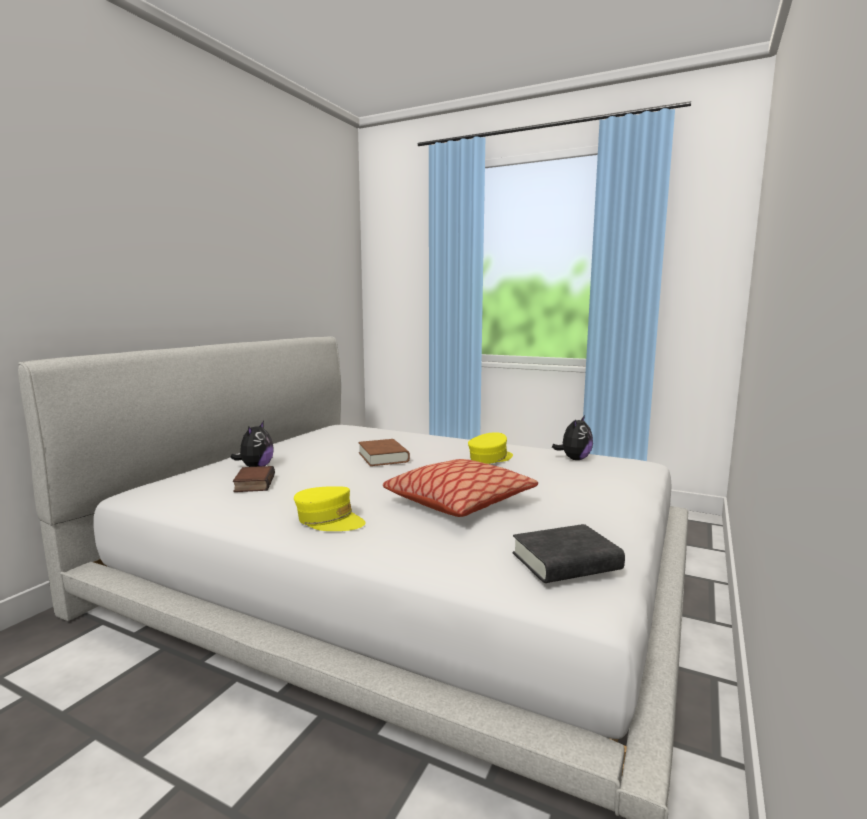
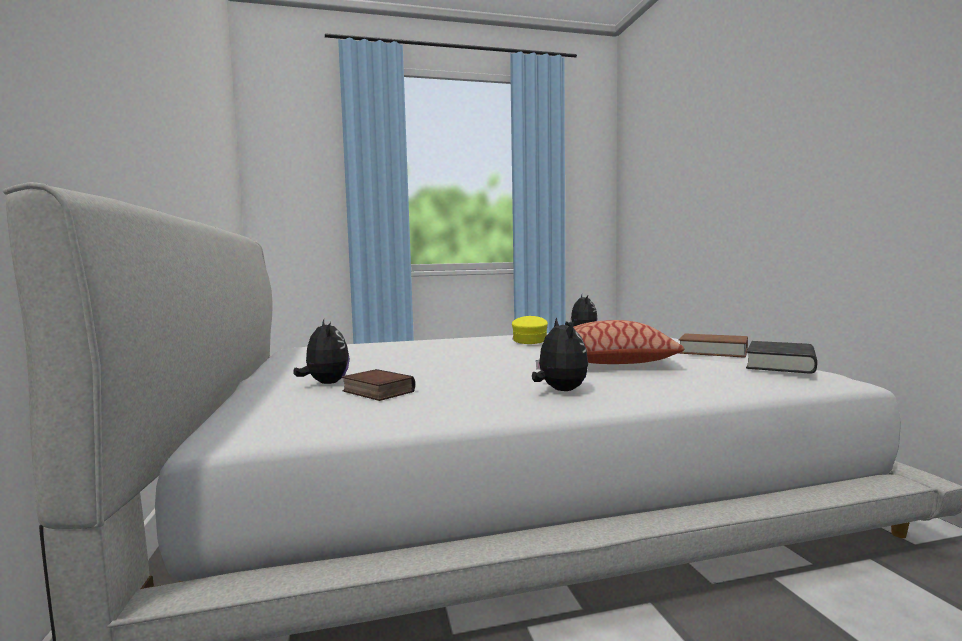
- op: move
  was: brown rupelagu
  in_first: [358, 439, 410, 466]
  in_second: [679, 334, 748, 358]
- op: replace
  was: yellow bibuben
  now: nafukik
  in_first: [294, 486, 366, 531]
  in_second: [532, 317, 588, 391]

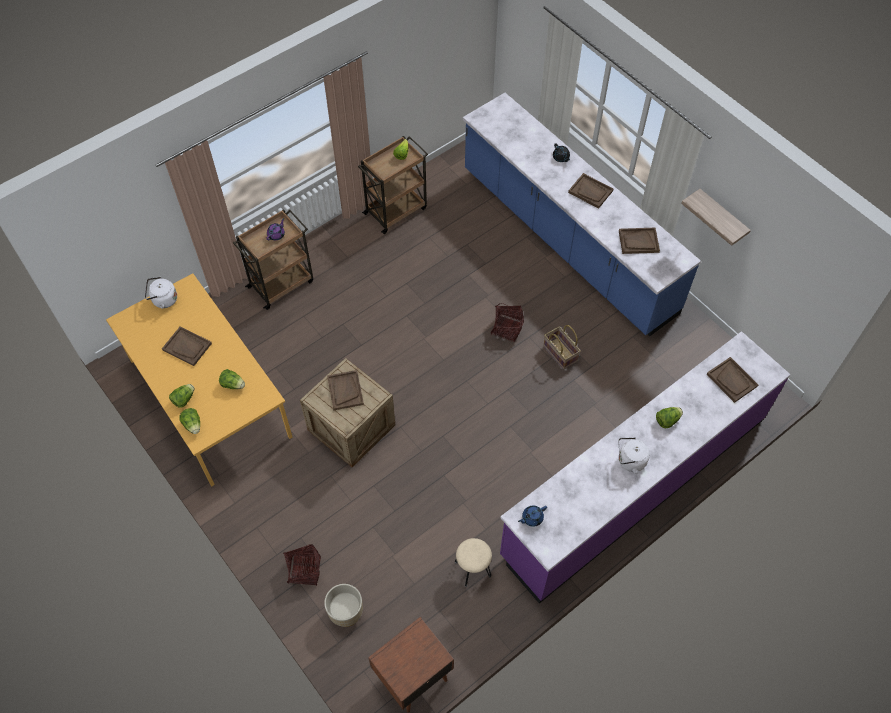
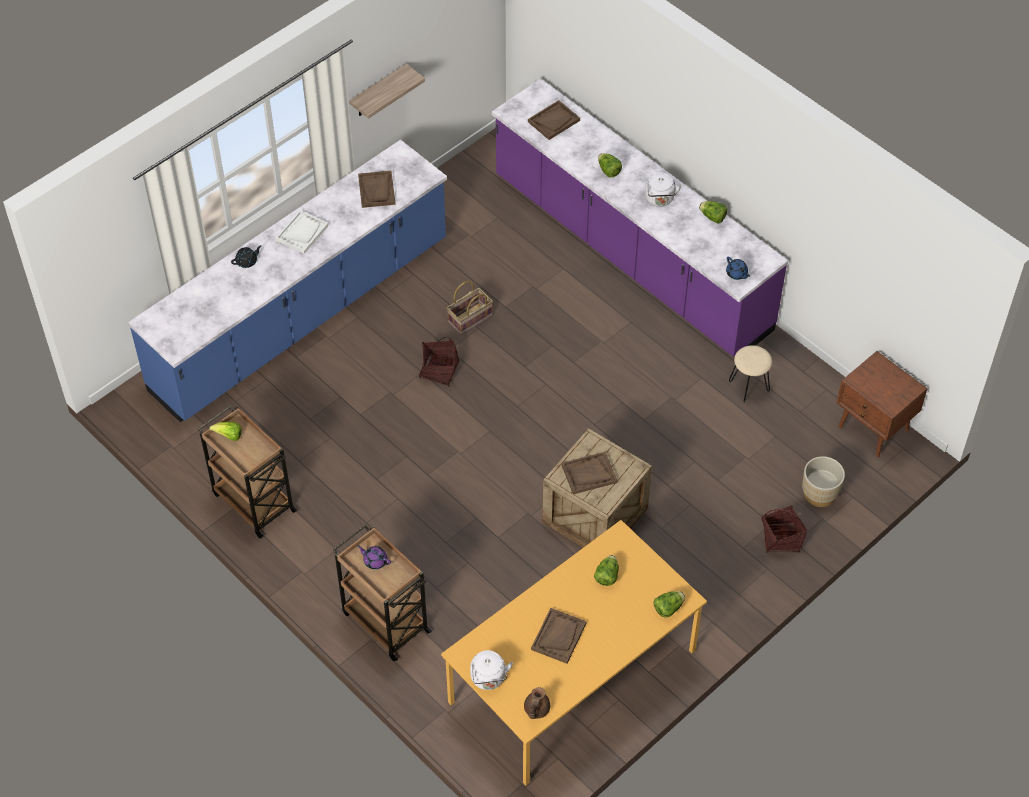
- op: insert
  now: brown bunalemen
  in_second: [524, 687, 550, 719]
- op: move
  was: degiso
  in_first: [169, 384, 194, 408]
  in_second: [699, 201, 727, 224]
- op: recolor
  was: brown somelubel
  now: white somelubel
  in_first: [568, 173, 613, 209]
  in_second: [276, 210, 329, 254]

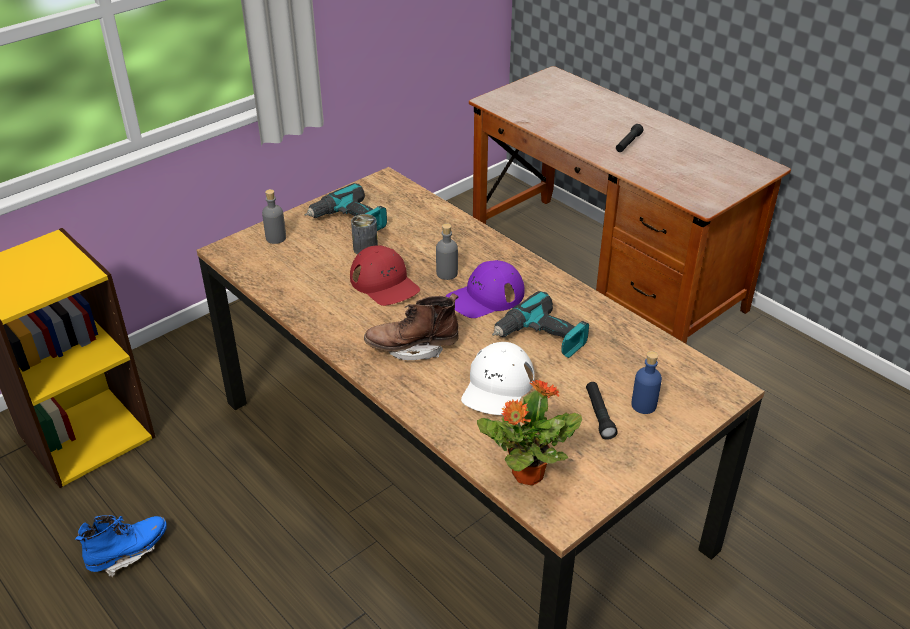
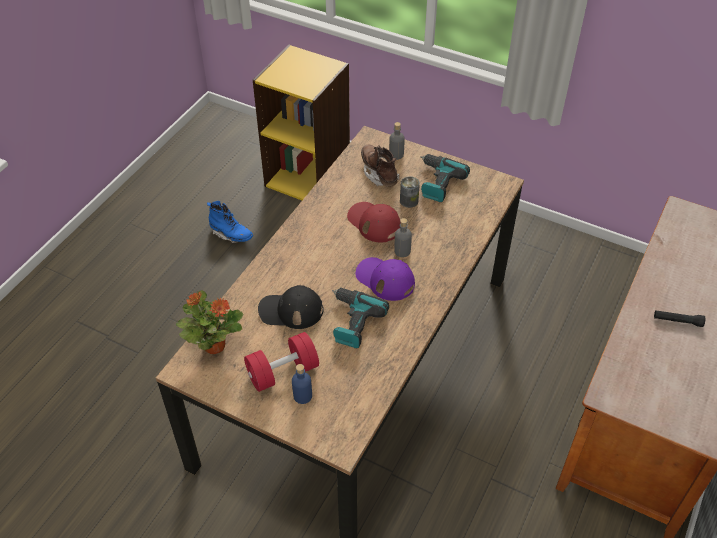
- op: move
  was: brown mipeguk
  in_first: [364, 293, 459, 360]
  in_second: [361, 145, 400, 187]
- op: replace
  was: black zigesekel
  now: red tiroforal
  in_first: [586, 382, 618, 440]
  in_second: [244, 332, 319, 392]
- op: recolor
  was: white bibuben
  now: black bibuben
  in_first: [461, 342, 535, 415]
  in_second: [258, 285, 324, 329]
- op: rotate
  was: red bibuben
  in_first: [350, 245, 420, 306]
  in_second: [347, 202, 400, 242]
  clockwise: 105

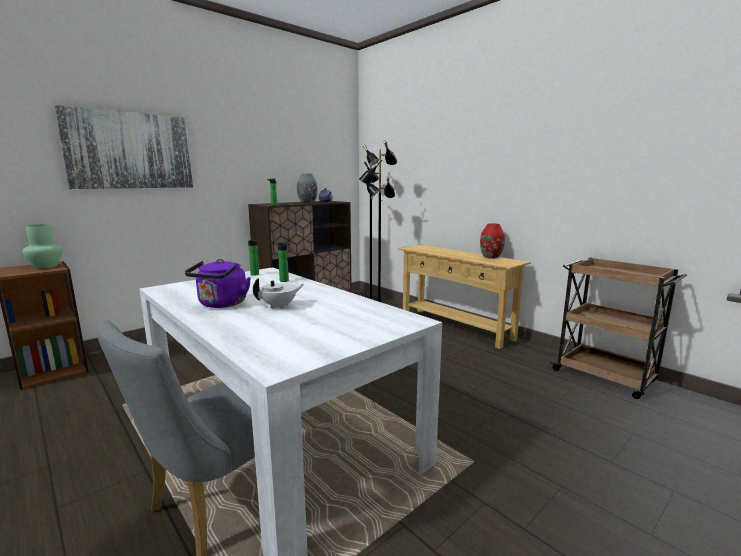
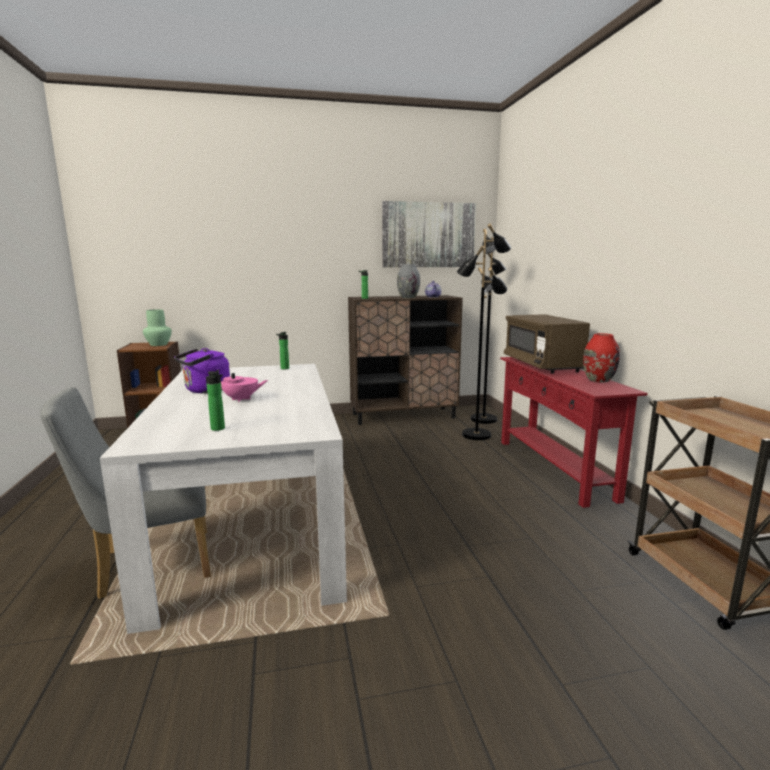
- op: insert
  now: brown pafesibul
  in_second: [504, 314, 590, 374]
- op: move
  was: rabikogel
  in_first: [54, 105, 193, 189]
  in_second: [382, 201, 476, 267]
- op: move
  was: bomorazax
  in_first: [278, 242, 291, 282]
  in_second: [206, 371, 225, 431]
- op: recolor
  was: white bunalemen
  now: pink bunalemen
  in_first: [253, 278, 304, 309]
  in_second: [216, 369, 268, 402]
- op: recolor
  was: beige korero
  now: red korero
  in_first: [399, 245, 531, 349]
  in_second: [500, 357, 648, 508]

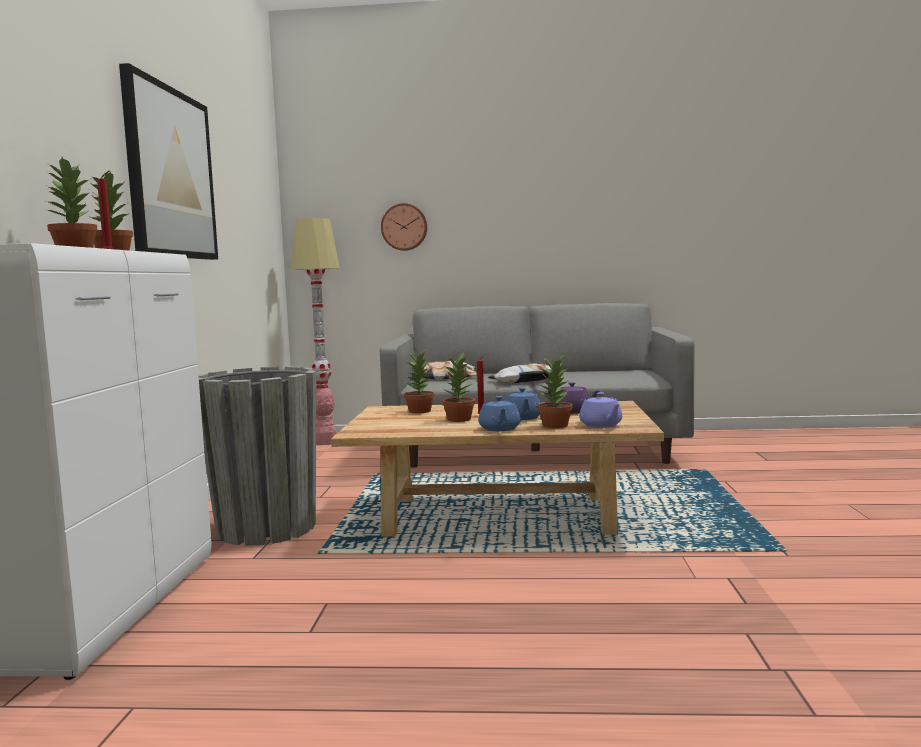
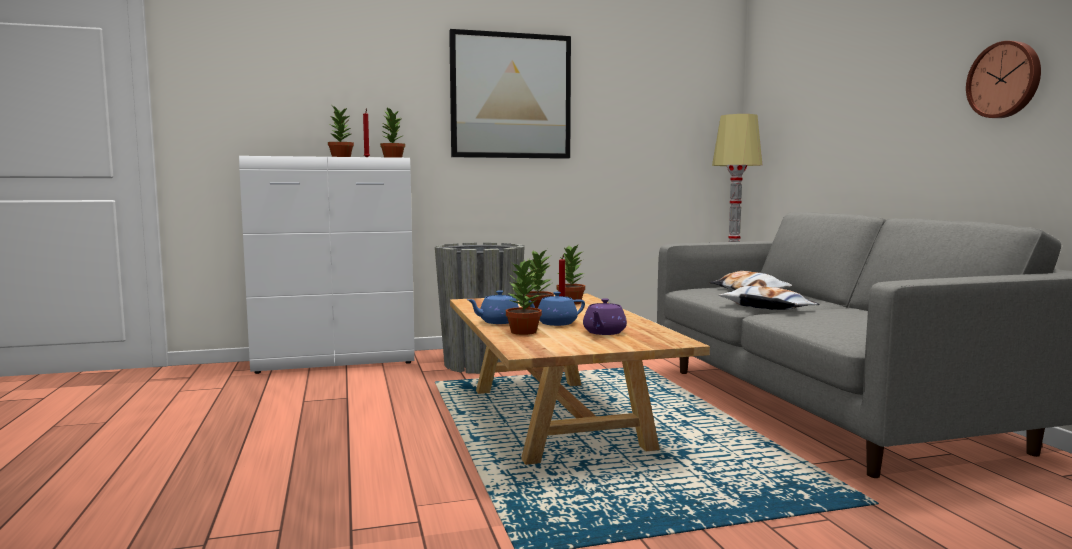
- op: delete
  was: purple bunalemen
  in_first: [579, 392, 622, 428]
- op: move
  was: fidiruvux
  in_first: [381, 203, 427, 251]
  in_second: [966, 41, 1041, 118]

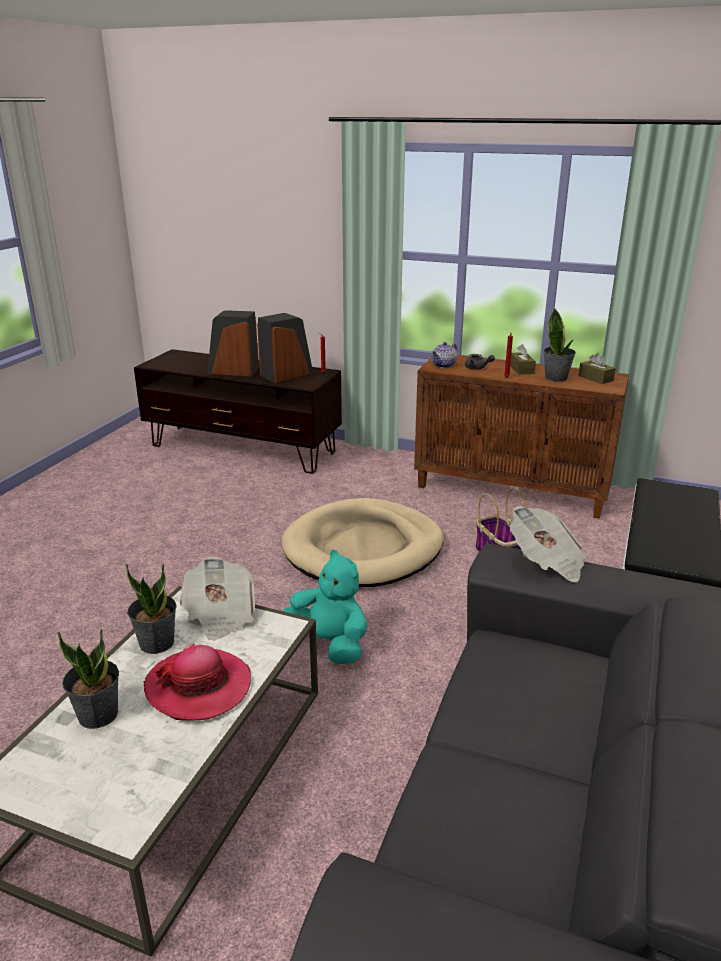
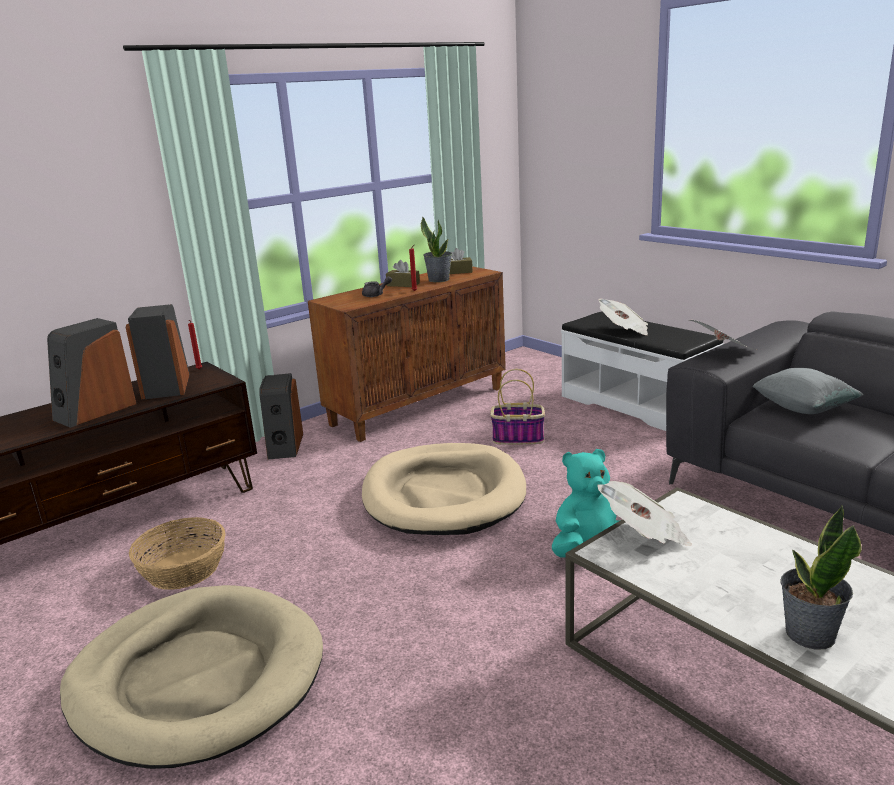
- op: delete
  was: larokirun
  in_first: [126, 563, 176, 654]
- op: delete
  was: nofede
  in_first: [144, 643, 251, 721]
- op: delete
  was: bunalemen
  in_first: [432, 342, 457, 368]
- op: insert
  now: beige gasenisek
  in_second: [60, 585, 323, 769]
- op: insert
  now: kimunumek
  in_second: [129, 517, 225, 590]
- op: insert
  now: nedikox
  in_second: [259, 373, 303, 460]
- op: insert
  now: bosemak
  in_second: [598, 299, 648, 335]
- op: insert
  now: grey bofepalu
  in_second: [753, 368, 863, 414]

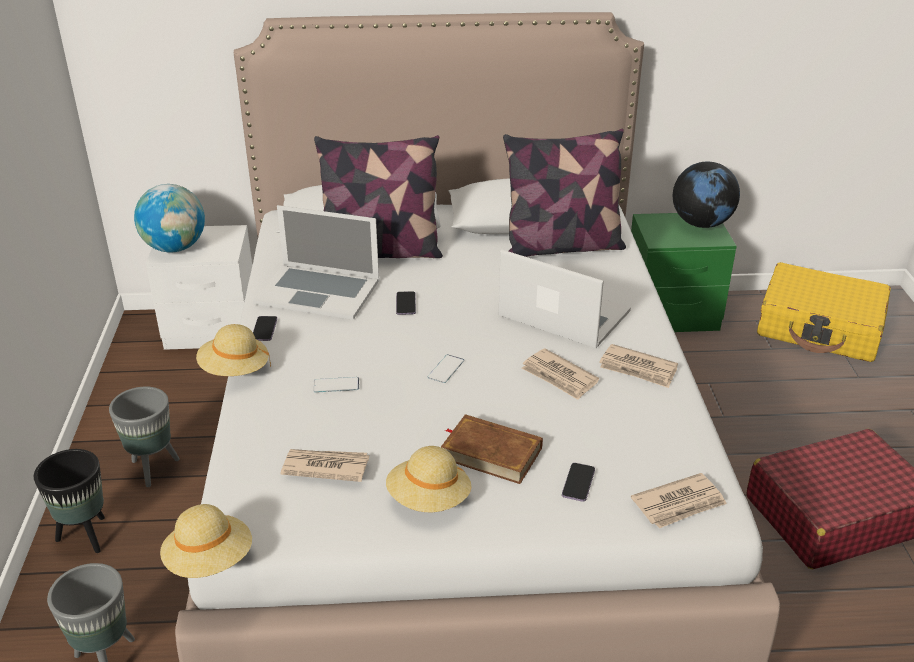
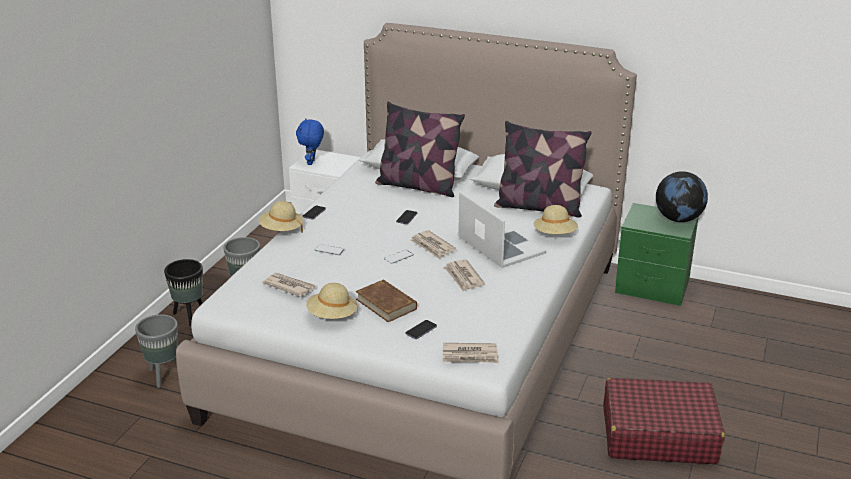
- op: delete
  was: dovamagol
  in_first: [253, 205, 379, 320]
- op: delete
  was: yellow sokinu
  in_first: [757, 262, 891, 362]
- op: move
  was: beige nofede
  in_first: [160, 504, 252, 578]
  in_second: [534, 205, 578, 234]
- op: move
  was: bosemak
  in_first: [599, 344, 678, 388]
  in_second: [411, 230, 456, 259]
- op: replace
  was: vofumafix
  now: blue nafukik
  in_first: [134, 184, 205, 252]
  in_second: [296, 118, 324, 165]

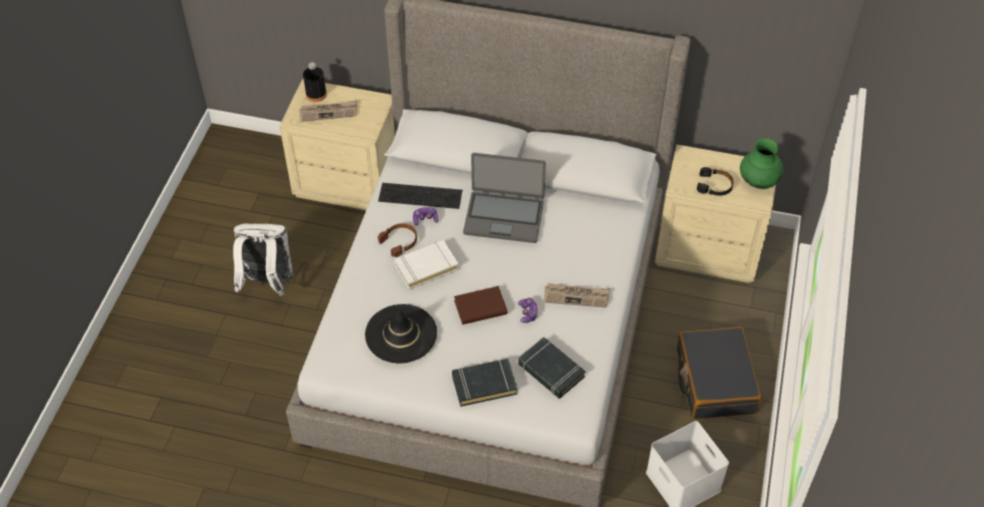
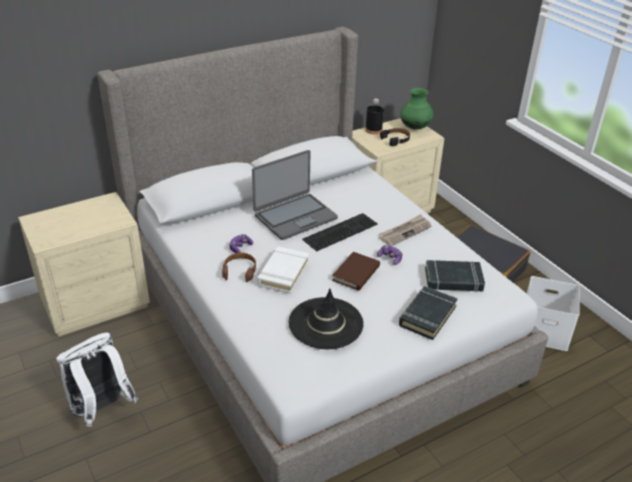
- op: delete
  was: bosemak
  in_first: [299, 100, 357, 122]
- op: move
  was: black bomorazax
  in_first: [303, 62, 327, 102]
  in_second: [365, 99, 384, 134]
- op: move
  was: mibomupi
  in_first: [378, 183, 462, 209]
  in_second: [302, 213, 378, 251]

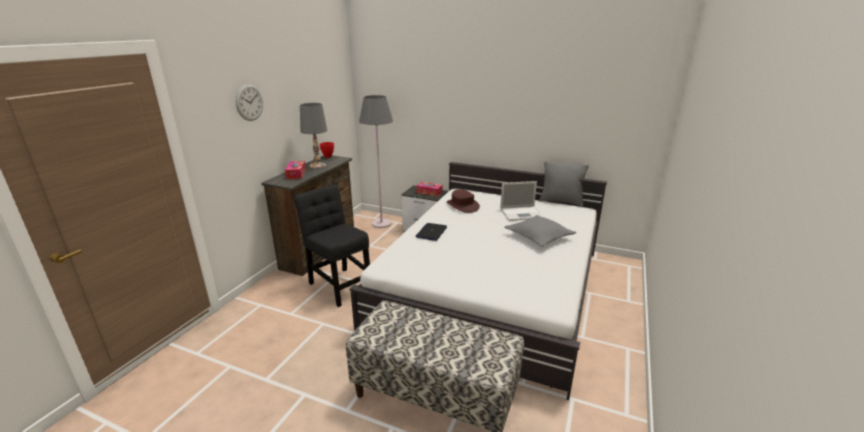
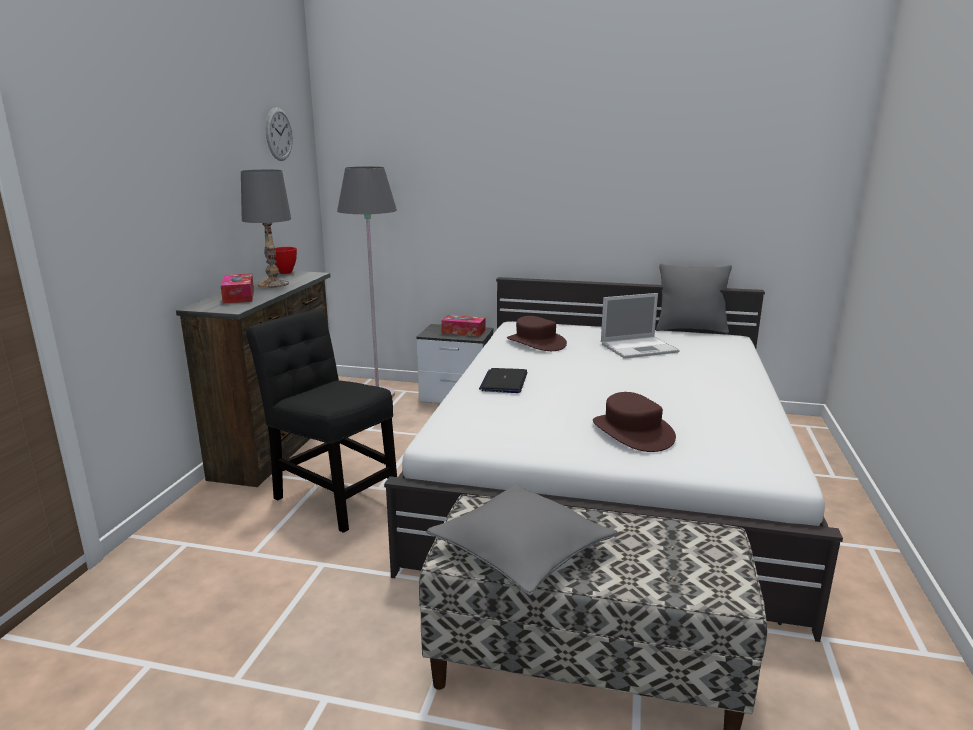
- op: insert
  now: brown nofede
  in_second: [593, 392, 676, 452]
- op: move
  was: fidiruvux
  in_first: [236, 84, 263, 121]
  in_second: [266, 107, 293, 161]
- op: move
  was: grey bofepalu
  in_first: [504, 215, 576, 247]
  in_second: [426, 483, 618, 596]

